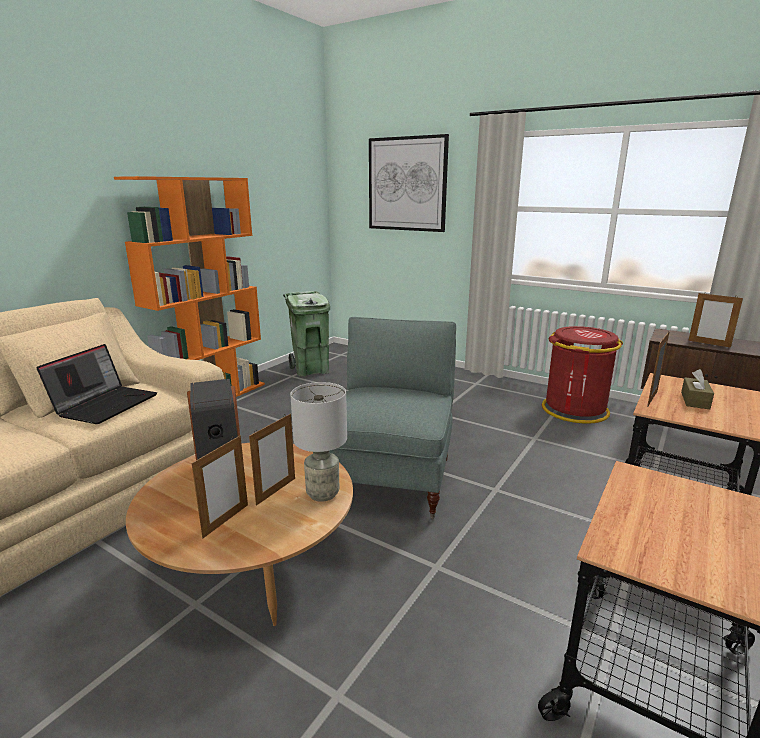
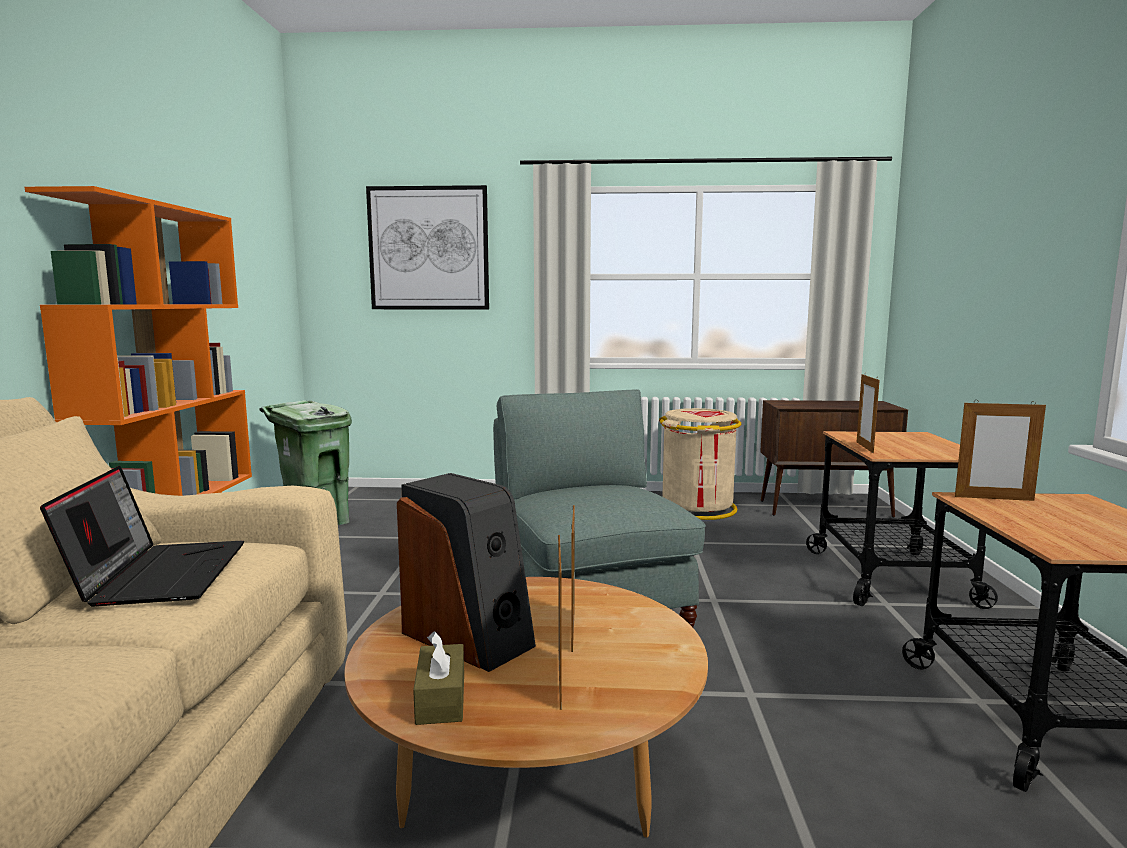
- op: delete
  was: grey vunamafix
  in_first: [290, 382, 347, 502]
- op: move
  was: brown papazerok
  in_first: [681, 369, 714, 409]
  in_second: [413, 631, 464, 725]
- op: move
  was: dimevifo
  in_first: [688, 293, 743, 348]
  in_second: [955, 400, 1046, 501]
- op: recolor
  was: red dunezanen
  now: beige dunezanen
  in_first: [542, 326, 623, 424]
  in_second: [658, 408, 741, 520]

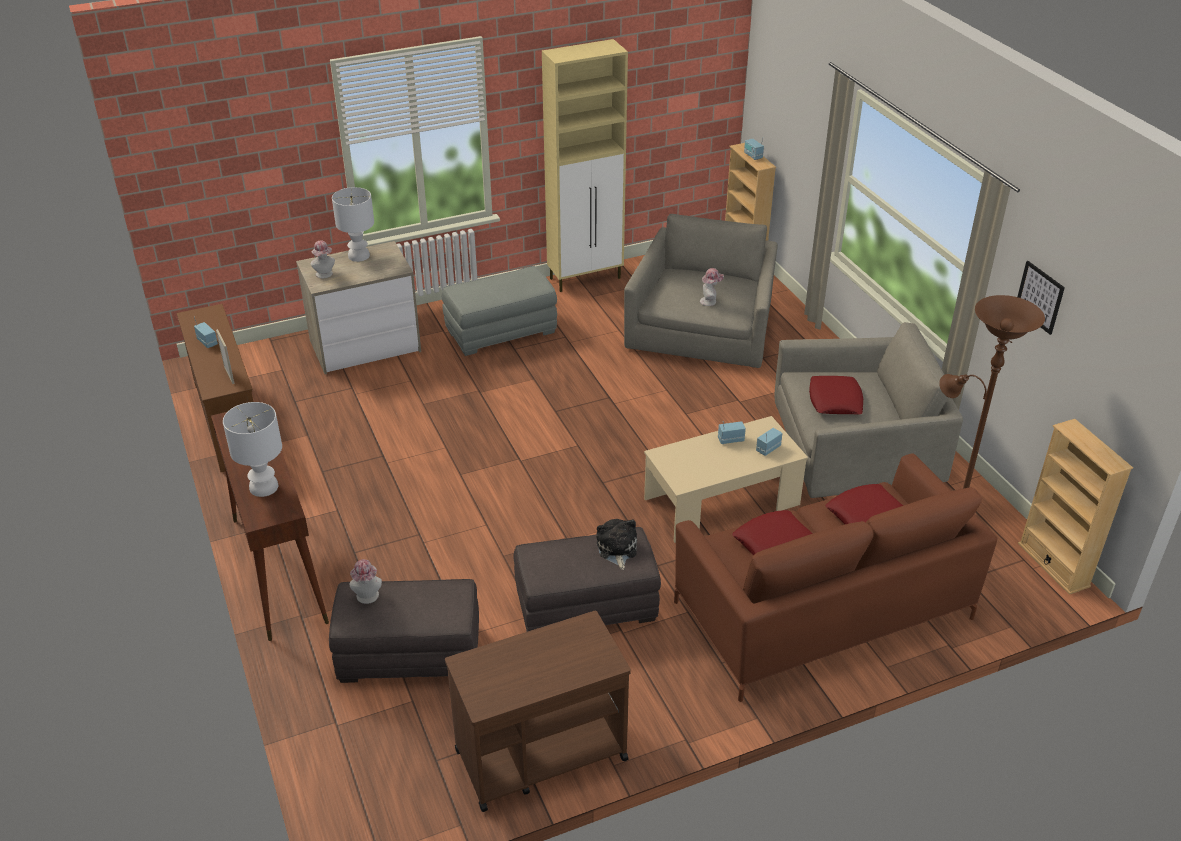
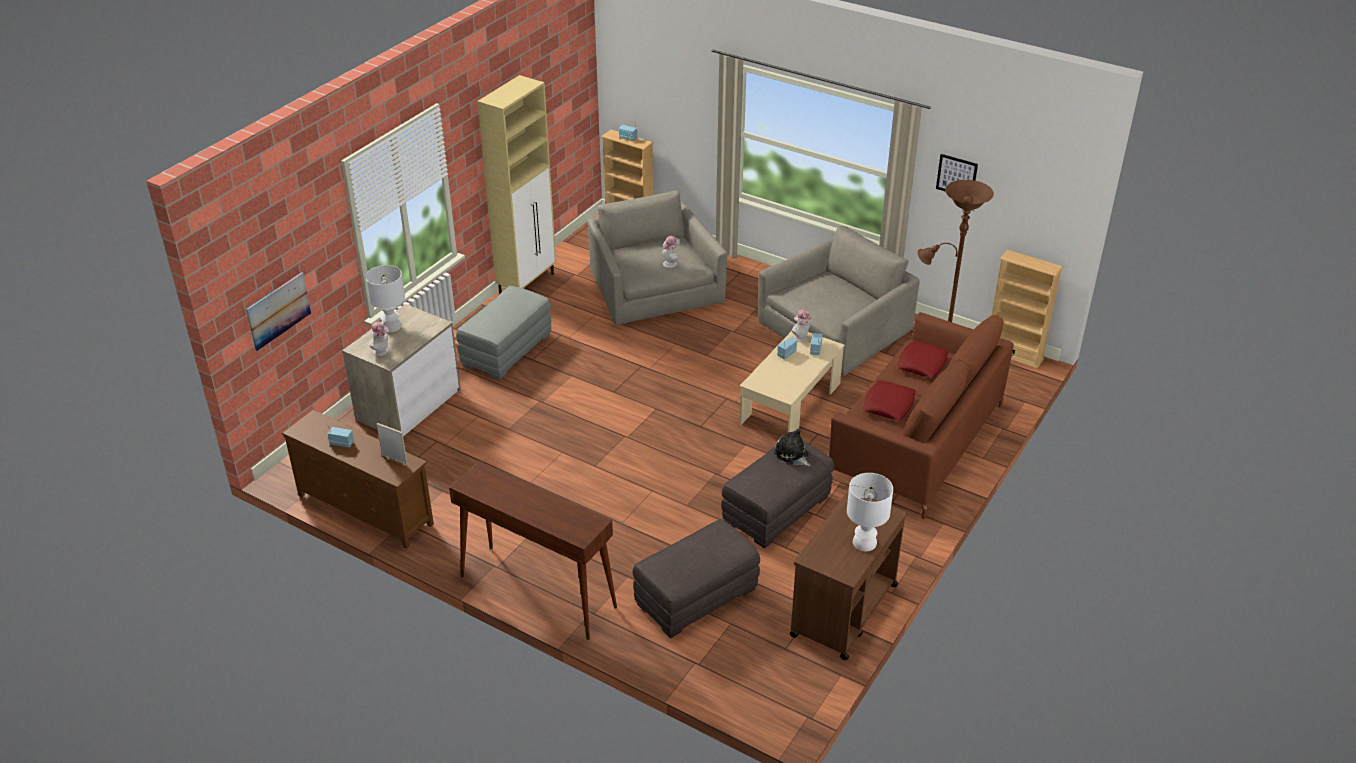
- op: delete
  was: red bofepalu
  in_first: [809, 376, 863, 414]
- op: insert
  now: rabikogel
  in_second: [246, 272, 311, 351]
- op: move
  was: white vunamafix
  in_first: [223, 402, 282, 497]
  in_second: [847, 473, 893, 551]
- op: move
  was: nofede
  in_first: [349, 559, 382, 604]
  in_second: [792, 309, 813, 342]

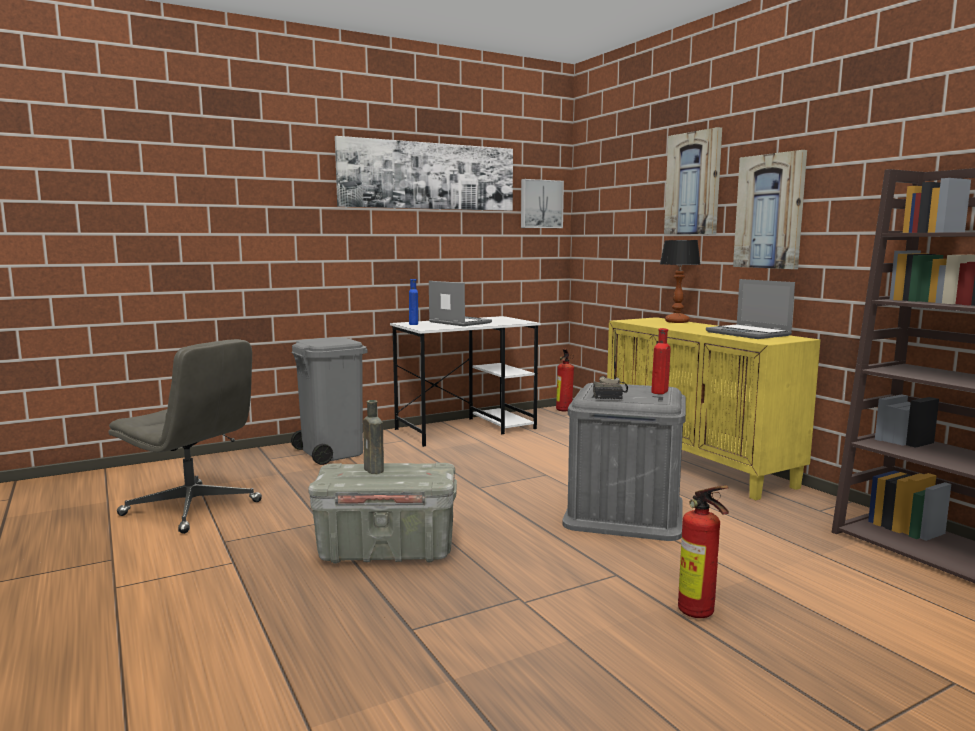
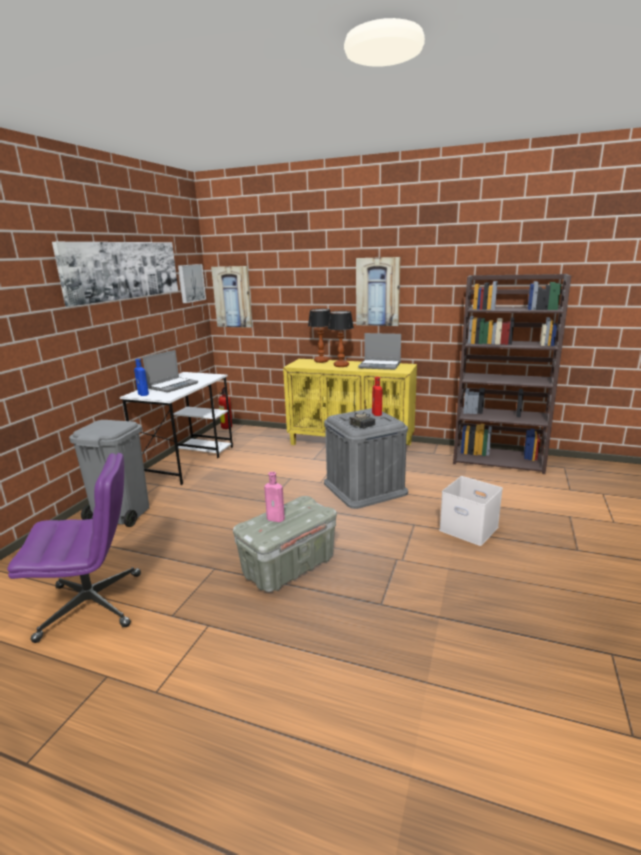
- op: insert
  now: vunamafix
  in_second: [328, 311, 354, 367]
- op: move
  was: rabikogel
  in_first: [664, 127, 722, 235]
  in_second: [211, 266, 253, 328]
- op: replace
  was: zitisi
  now: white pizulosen
  in_first: [678, 485, 729, 618]
  in_second: [439, 476, 503, 546]
- op: recolor
  was: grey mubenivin
  now: purple mubenivin
  in_first: [108, 339, 262, 534]
  in_second: [7, 453, 141, 643]
- op: recolor
  was: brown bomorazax
  now: pink bomorazax
  in_first: [363, 400, 384, 474]
  in_second: [264, 472, 285, 522]
- op: rotate
  was: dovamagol
  in_first: [429, 281, 492, 326]
  in_second: [143, 350, 198, 392]
  clockwise: 120

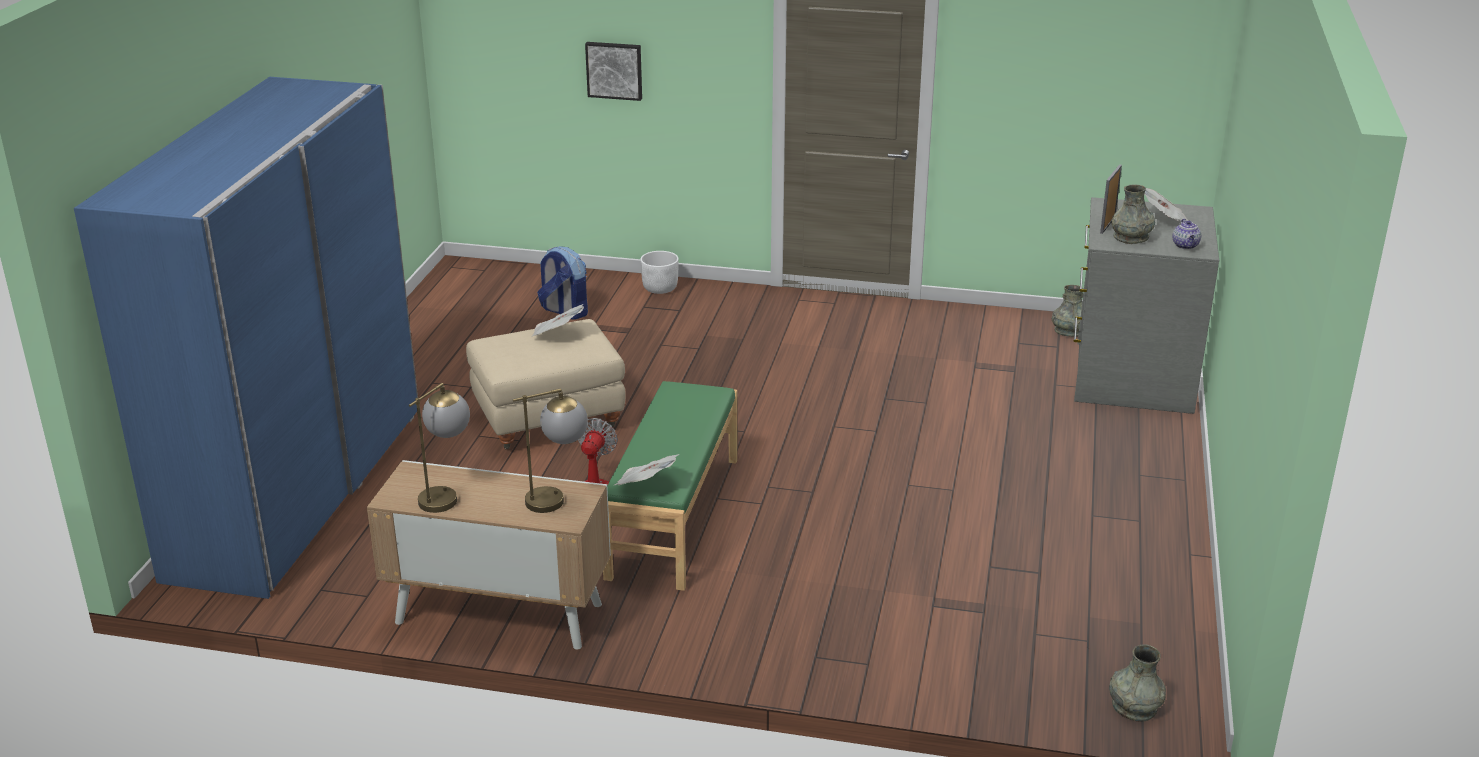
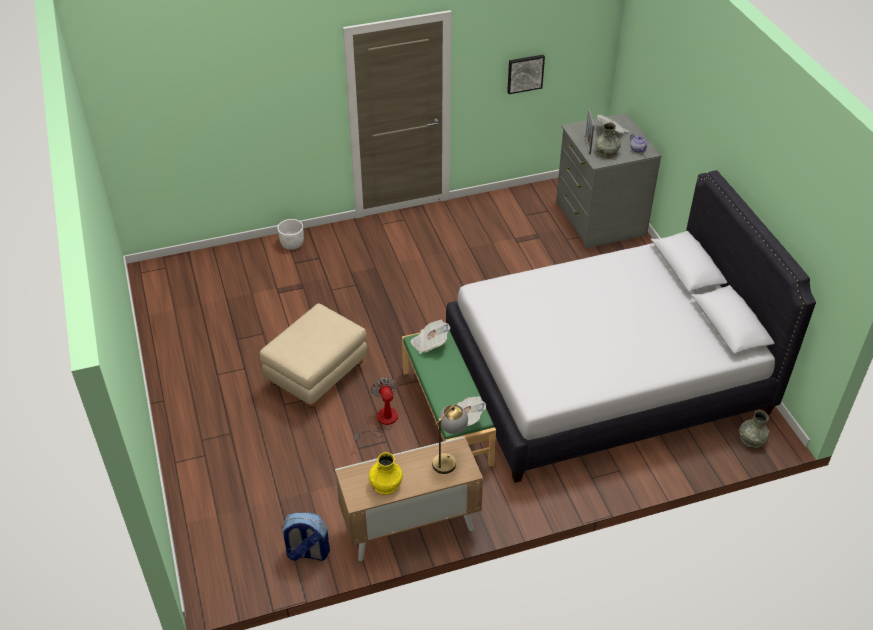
- op: delete
  was: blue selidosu
  in_first: [74, 77, 418, 599]
- op: delete
  was: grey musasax
  in_first: [1052, 285, 1084, 337]
- op: insert
  now: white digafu
  in_second: [446, 170, 816, 483]
- op: move
  was: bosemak
  in_first: [531, 304, 584, 337]
  in_second: [411, 320, 450, 354]
- op: move
  was: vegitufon
  in_first: [537, 246, 588, 320]
  in_second: [281, 512, 330, 561]
- op: move
  was: rabikogel
  in_first: [585, 42, 642, 101]
  in_second: [507, 55, 545, 94]
- op: replace
  was: vunamafix
  now: yellow musasax
  in_first: [409, 383, 470, 513]
  in_second: [369, 452, 403, 495]

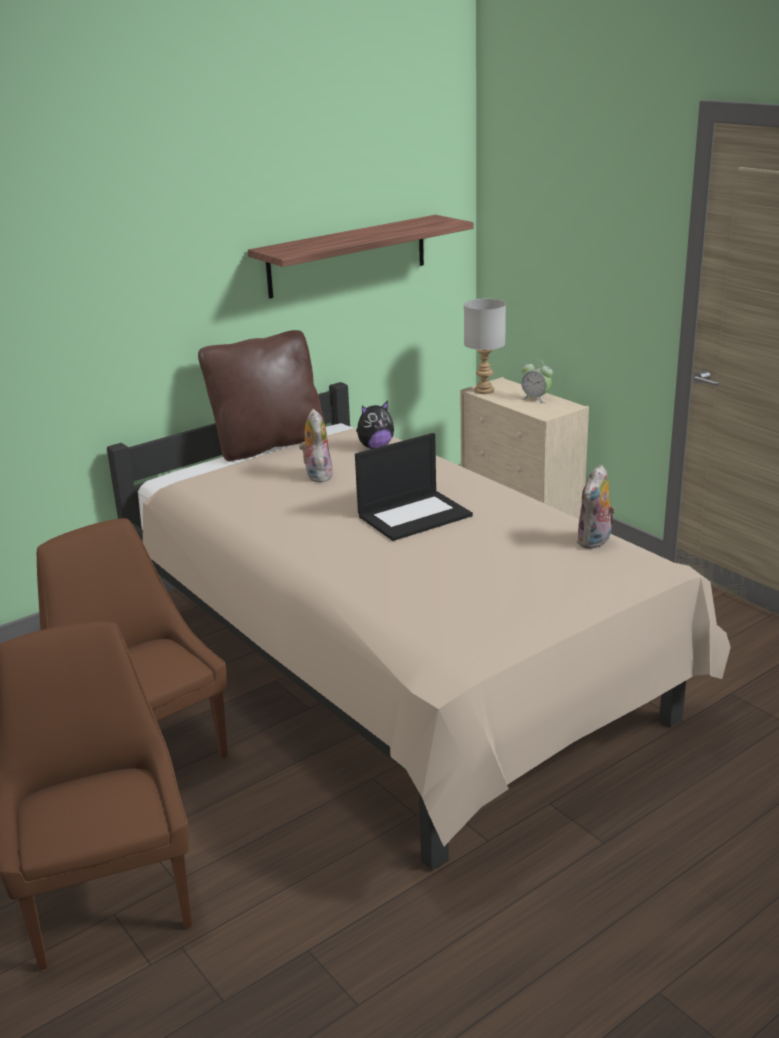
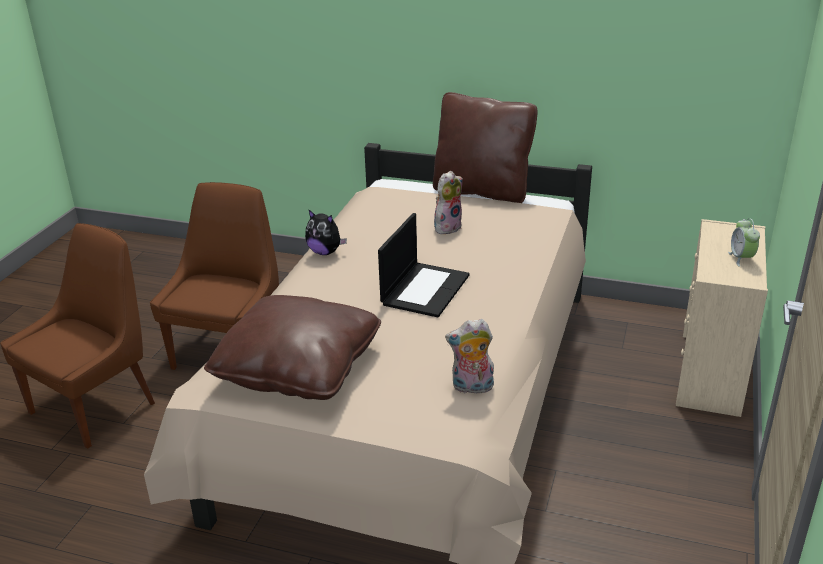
- op: delete
  was: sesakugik
  in_first: [248, 215, 473, 299]
- op: delete
  was: grey vunamafix
  in_first: [464, 299, 506, 394]
- op: insert
  now: brown bofepalu
  in_second: [204, 295, 381, 400]
- op: move
  was: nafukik
  in_first: [356, 401, 394, 449]
  in_second: [305, 209, 347, 255]
- op: rotate
  was: dovamagol
  in_first: [355, 433, 473, 541]
  in_second: [378, 213, 469, 317]
  clockwise: -90

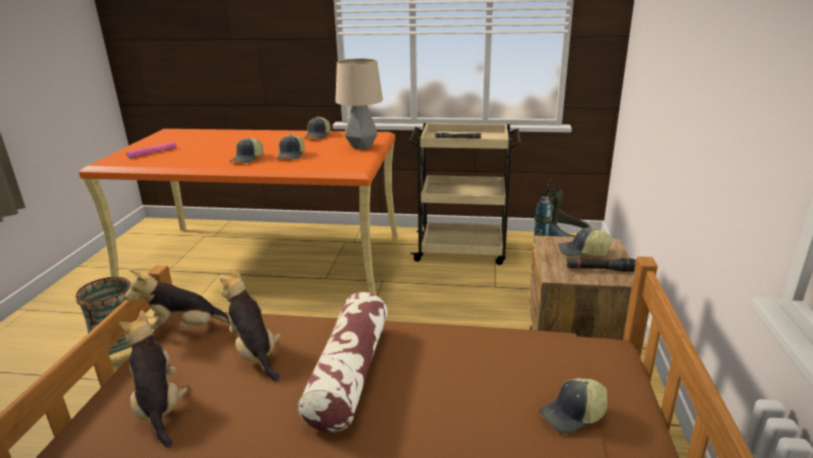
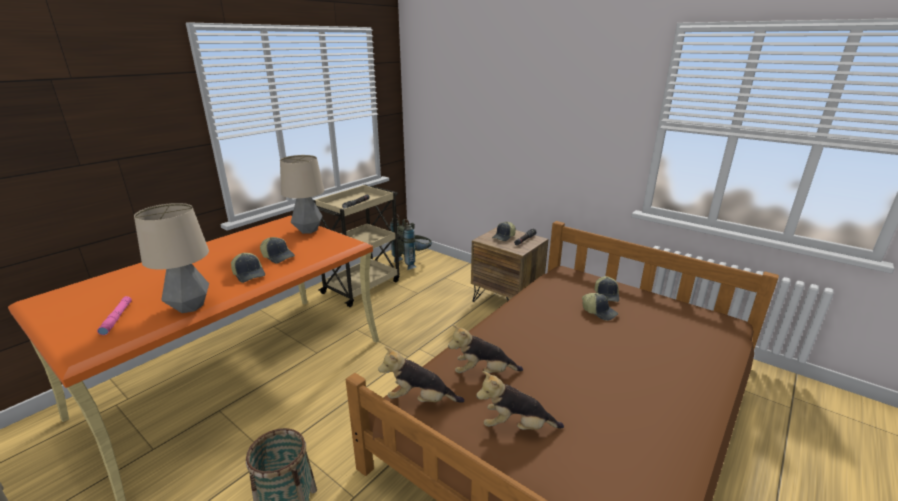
- op: delete
  was: bofepalu
  in_first: [298, 292, 388, 432]
- op: insert
  now: vunamafix
  in_second: [134, 203, 209, 313]
- op: move
  was: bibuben
  in_first: [305, 116, 331, 139]
  in_second: [582, 293, 618, 321]
- op: rotate
  was: nafukik
  in_first: [125, 270, 230, 330]
  in_second: [378, 346, 464, 403]
  clockwise: 75

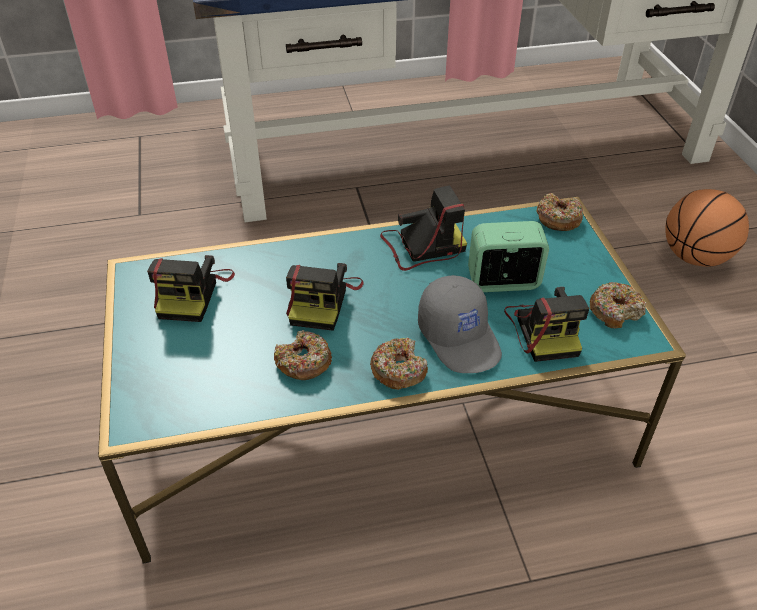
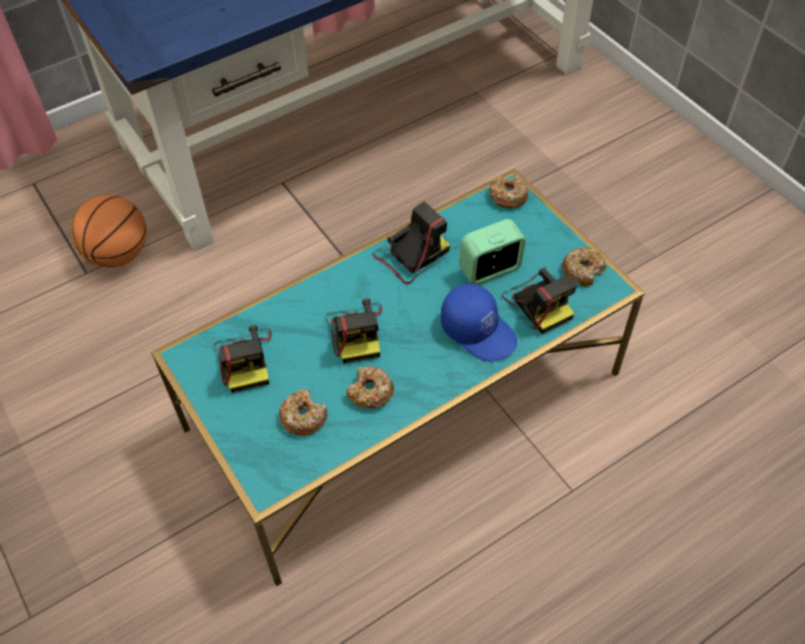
- op: move
  was: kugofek
  in_first: [370, 338, 428, 390]
  in_second: [279, 389, 327, 436]
- op: move
  was: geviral
  in_first: [665, 189, 749, 266]
  in_second: [71, 195, 147, 267]
- op: recolor
  was: grey bibuben
  now: blue bibuben
  in_first: [418, 275, 502, 373]
  in_second: [441, 284, 517, 362]

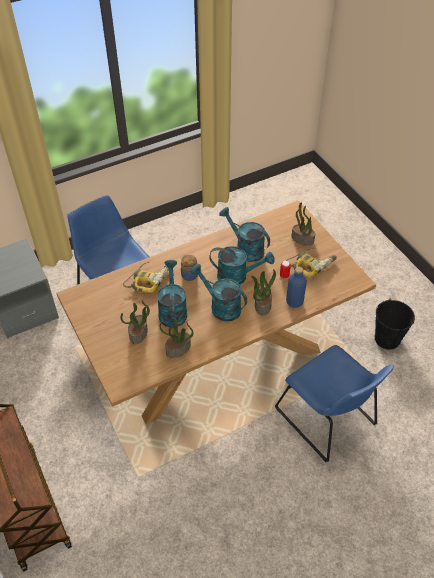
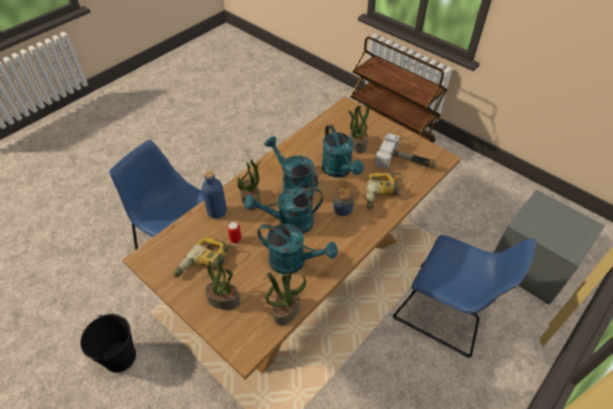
- op: insert
  now: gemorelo
  in_second: [374, 133, 437, 169]
- op: move
  was: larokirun
  in_first: [159, 319, 193, 358]
  in_second: [265, 272, 306, 326]
- op: rotate
  was: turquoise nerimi
  in_first: [190, 264, 247, 321]
  in_second: [265, 136, 318, 196]
  clockwise: -150

